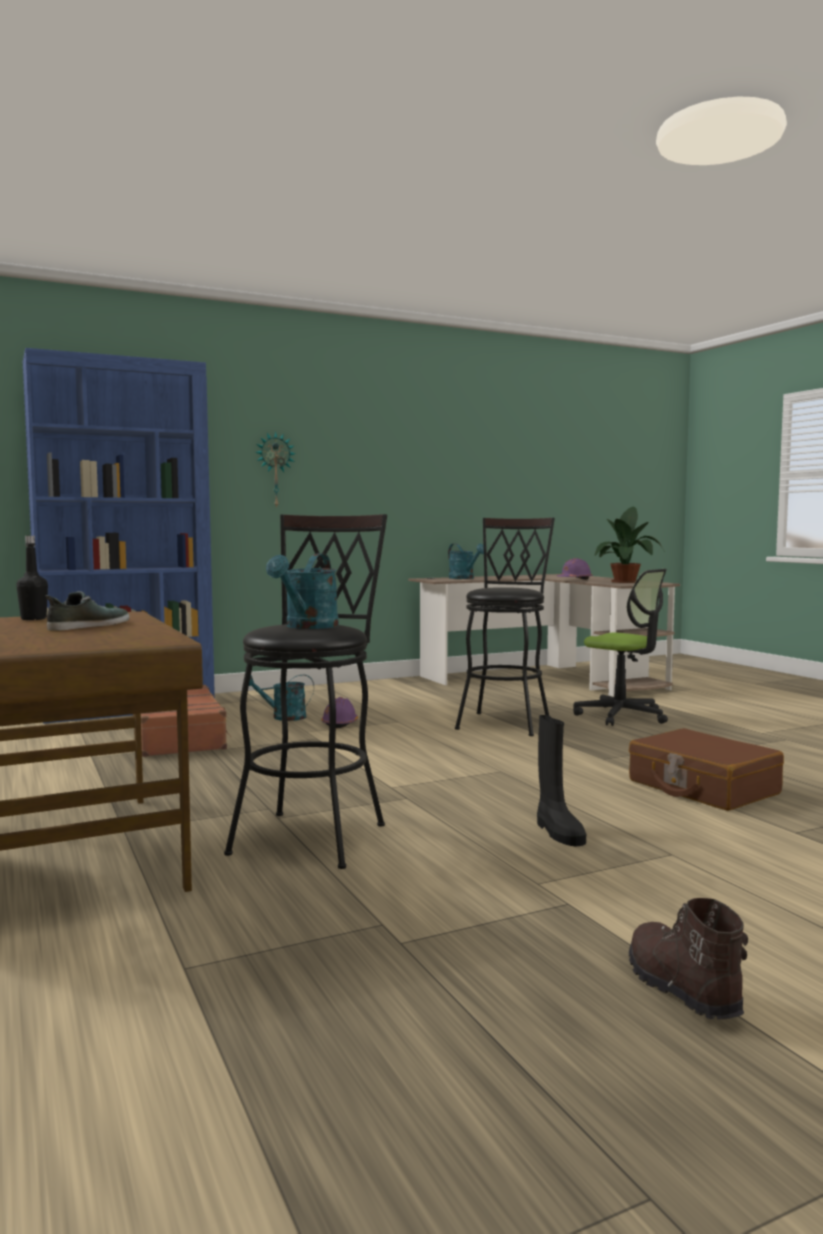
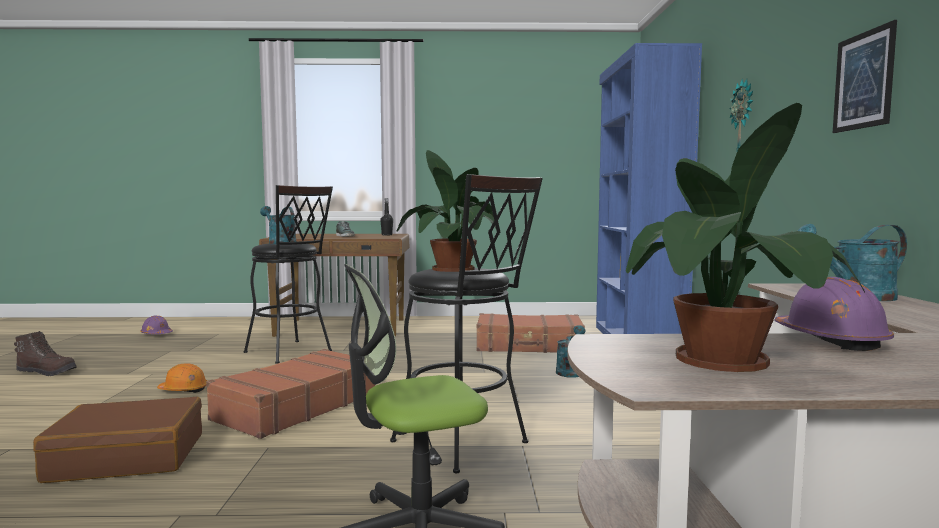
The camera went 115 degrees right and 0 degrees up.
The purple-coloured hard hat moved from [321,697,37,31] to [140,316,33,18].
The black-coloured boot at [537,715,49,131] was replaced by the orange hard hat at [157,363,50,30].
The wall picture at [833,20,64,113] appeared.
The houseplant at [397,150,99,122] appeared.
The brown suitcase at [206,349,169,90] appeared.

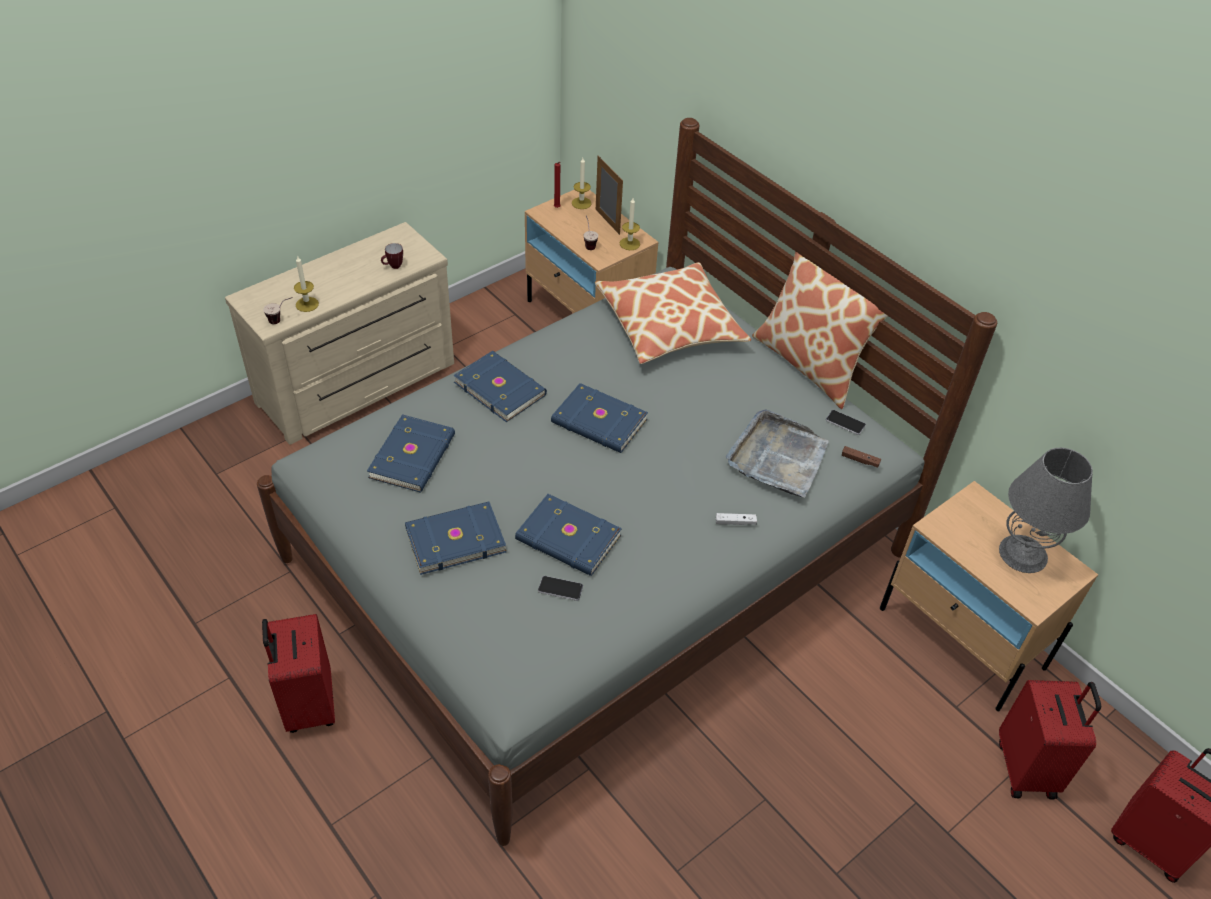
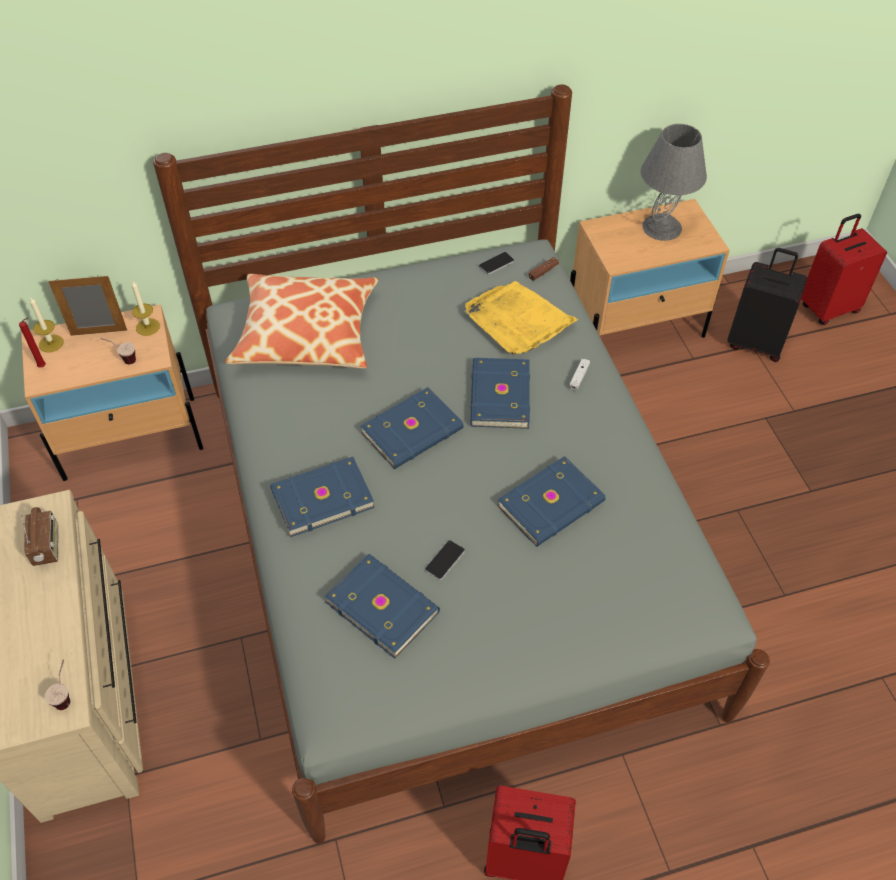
The camera went 65 degrees left and 5 degrees up.
The mug at [381,243,22,26] was replaced by the radio set at [20,507,39,59].
The pillow at [752,251,135,158] disappeared.
The wax candle at [294,255,25,57] disappeared.
The gray serving tray at [726,410,103,88] became the yellow-coloured serving tray at [464,281,115,74].
The blue bound book moved from [405,501,101,74] to [470,358,60,71].
The handset moved from [538,576,45,25] to [425,540,40,40].
The red-coloured suitcase at [999,680,102,120] became the black-coloured suitcase at [727,248,80,114].

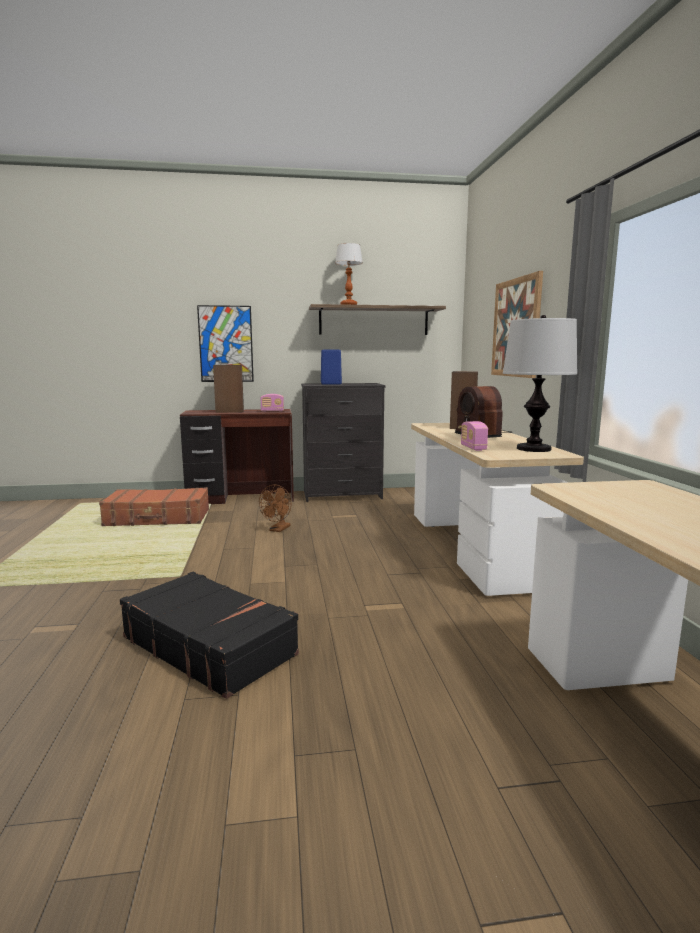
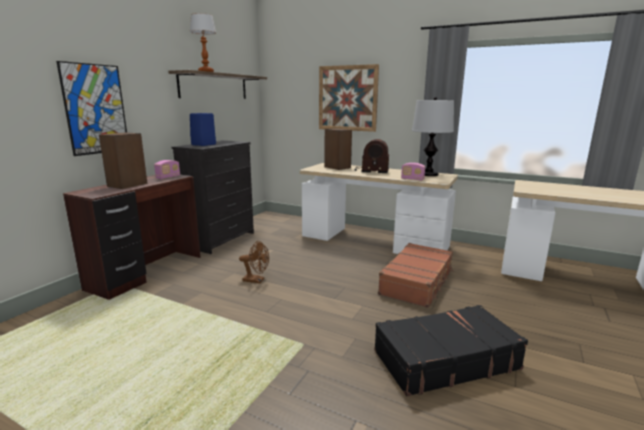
The camera went 55 degrees left and 5 degrees up.
The brown electric fan at [259,485,32,47] turned 45 degrees counterclockwise.
The brown suitcase moved from [99,487,110,39] to [378,243,75,65].

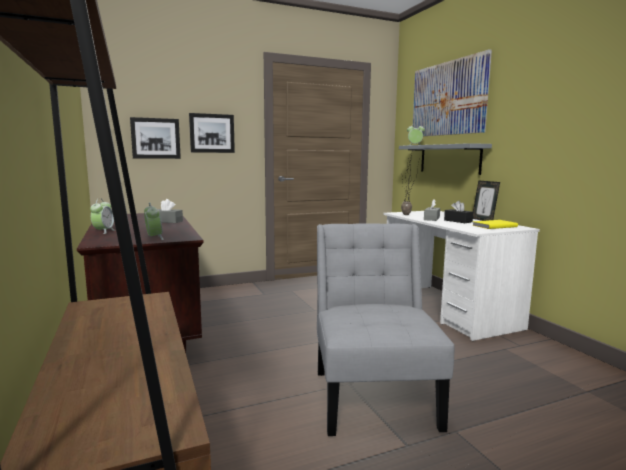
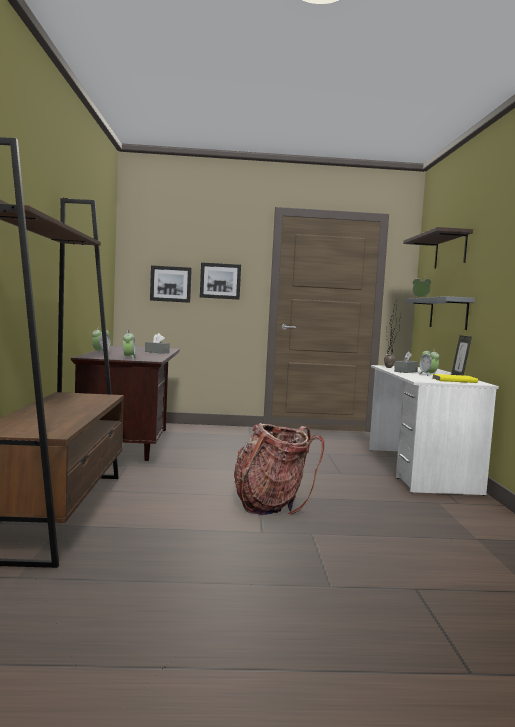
The camera went 20 degrees right and 5 degrees down.
The wall picture at [413,49,79,87] was replaced by the wall shelf at [403,227,70,42].
The black-coloured tissue holder at [444,201,29,22] was replaced by the bedside clock at [420,348,19,28].
The gray chair at [317,223,138,213] was replaced by the backpack at [234,423,90,92].

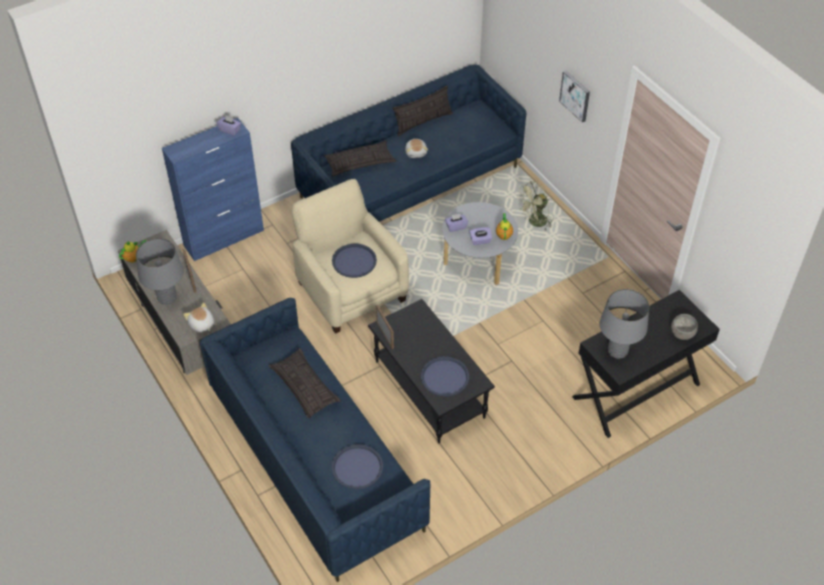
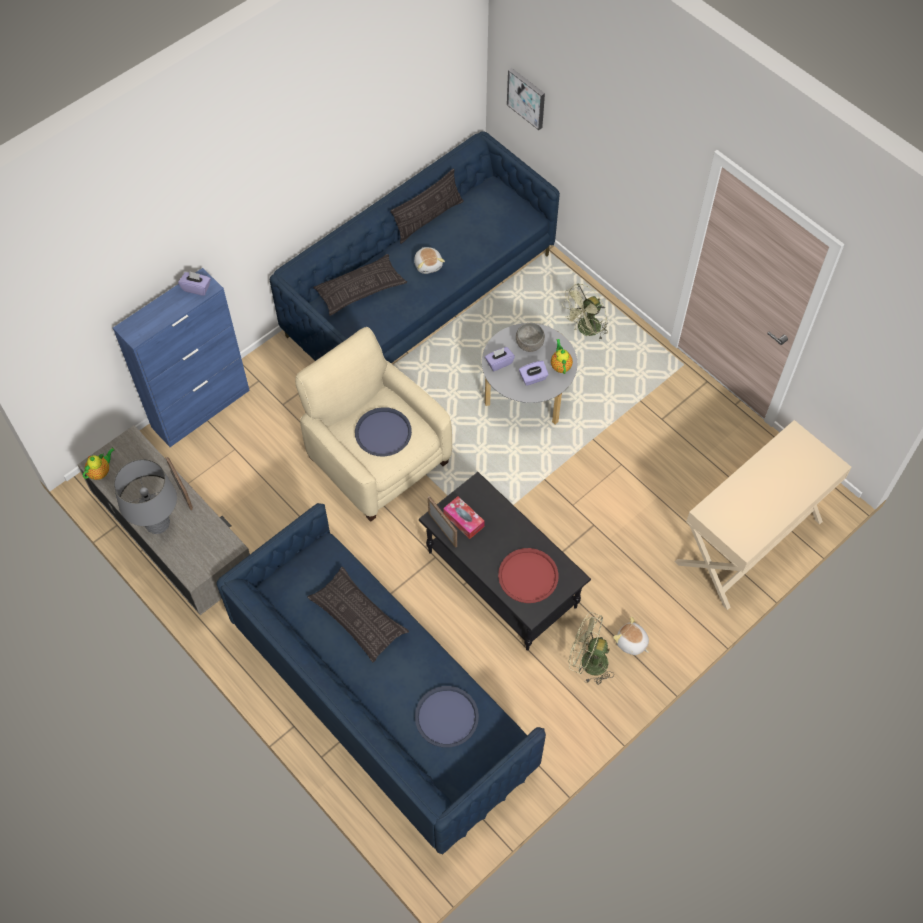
The camera went 10 degrees left and 10 degrees up.
The wall picture moved from [559,70,31,53] to [507,68,38,62].
The gray tabletop lamp at [600,289,49,70] disappeared.
The black-coloured hall table at [572,290,148,148] became the beige-coloured hall table at [675,420,176,190].
The plush toy moved from [183,302,31,30] to [613,616,36,39].
The gray bowl moved from [671,314,27,26] to [516,323,29,29].
The blue serving tray at [421,356,48,40] became the red-coloured serving tray at [498,548,61,55].
The tissue holder at [443,496,42,43] appeared.
The green-coloured electric fan at [568,612,46,73] appeared.

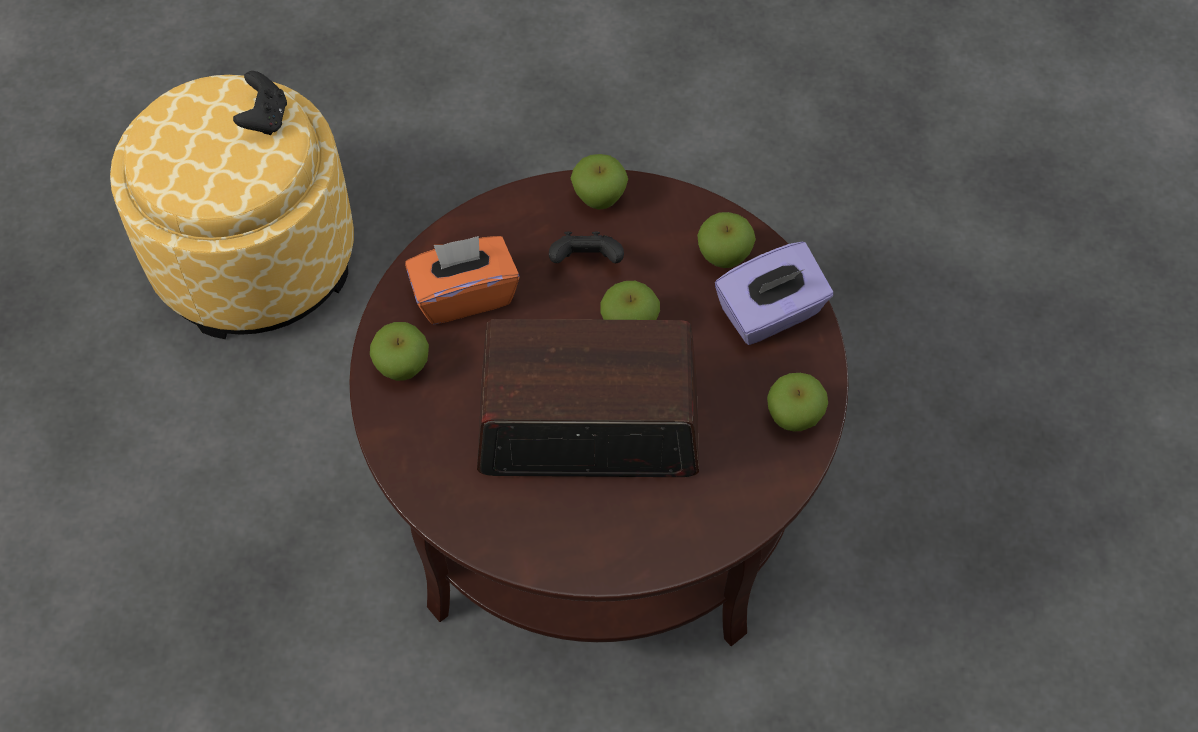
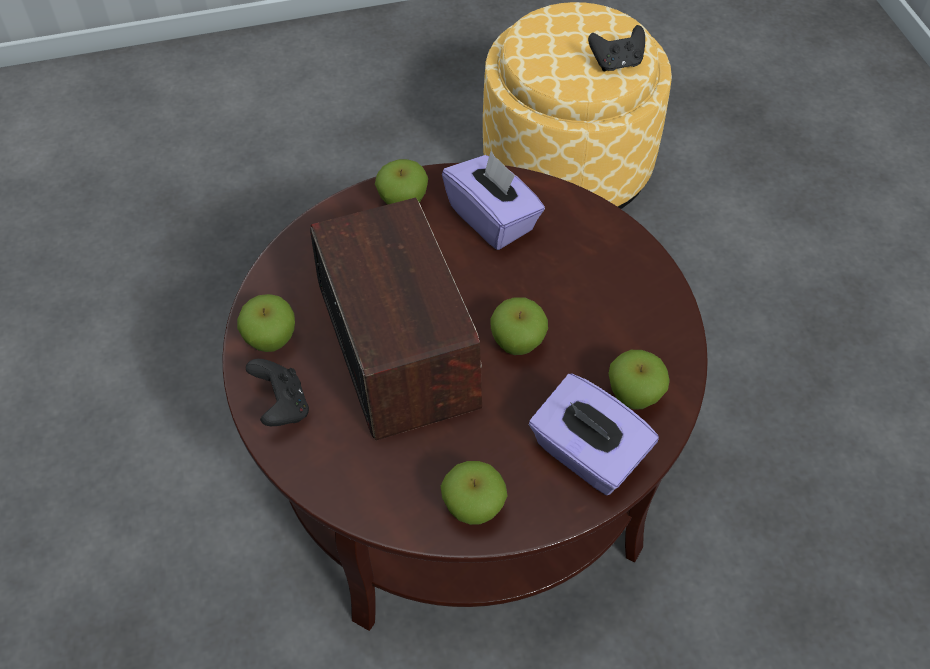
The camera went 70 degrees right and 5 degrees down.
The whole apple moved from [571,154,57,56] to [237,294,58,58].
The black-coloured game controller moved from [549,232,75,31] to [246,359,63,67].
The orange tissue holder at [405,236,115,88] became the purple-coloured tissue holder at [442,151,103,99].

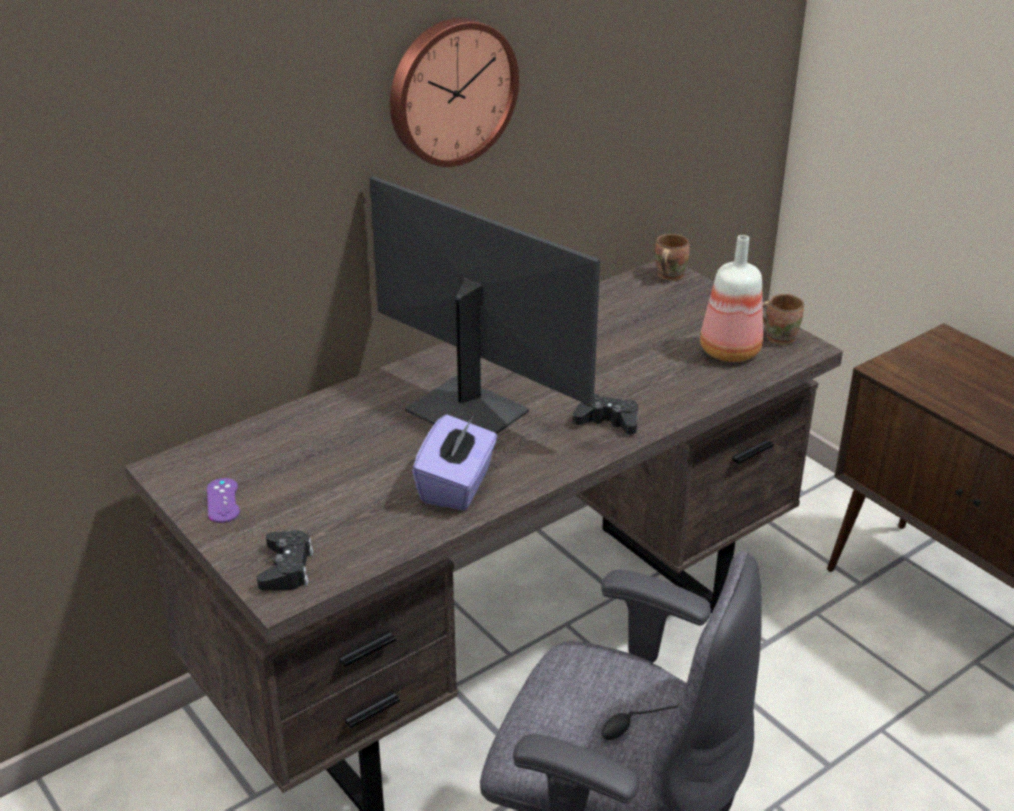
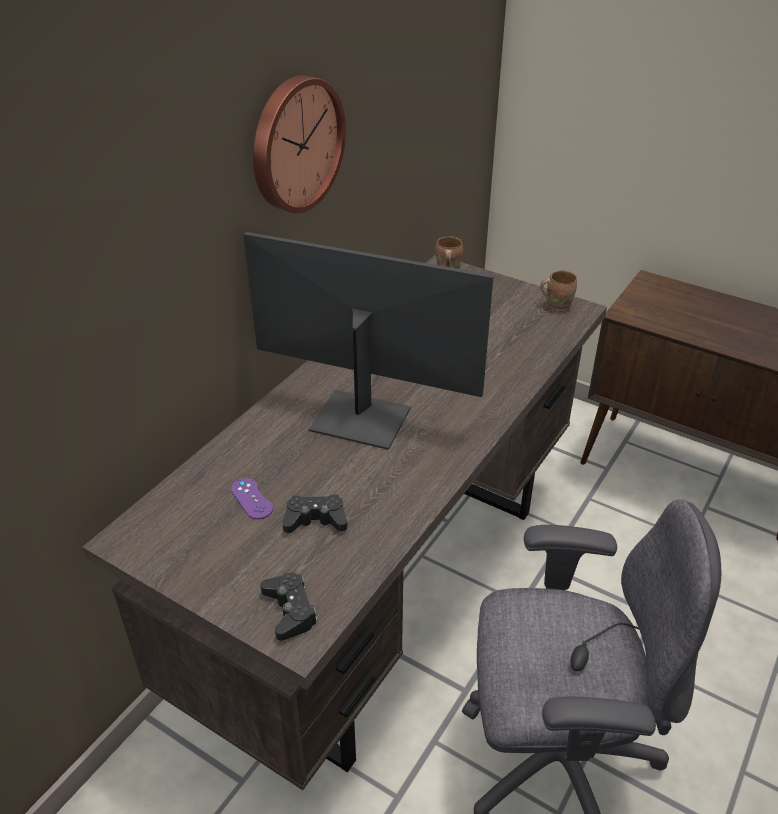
The camera went 20 degrees left and 5 degrees up.
The drink bottle at [700,235,63,127] disappeared.
The black-coloured game controller moved from [573,394,65,40] to [283,494,64,39].
The purple-coloured tissue holder at [412,415,85,95] disappeared.
The purple-coloured game controller moved from [207,478,33,45] to [231,478,42,41].

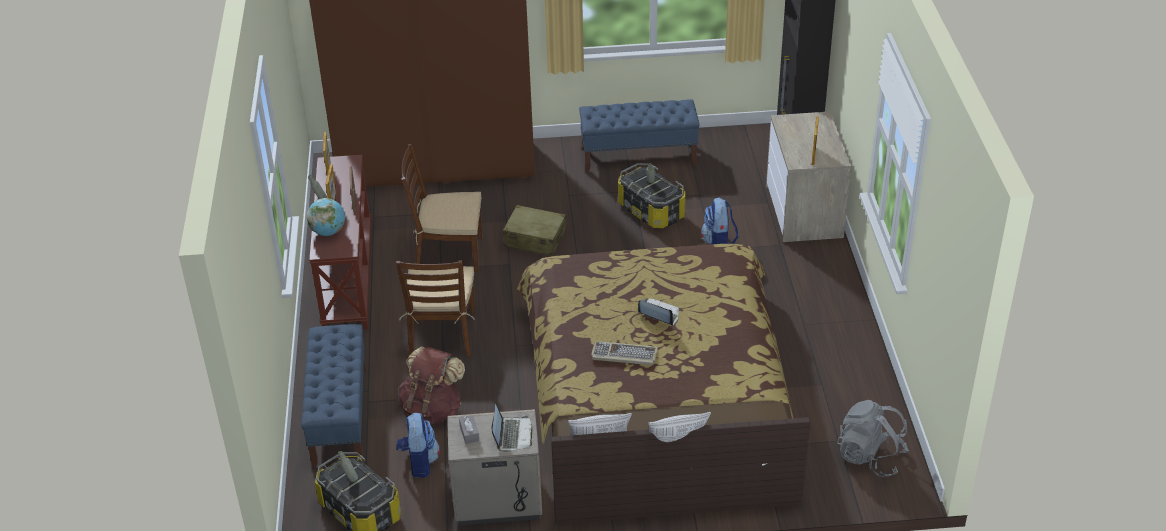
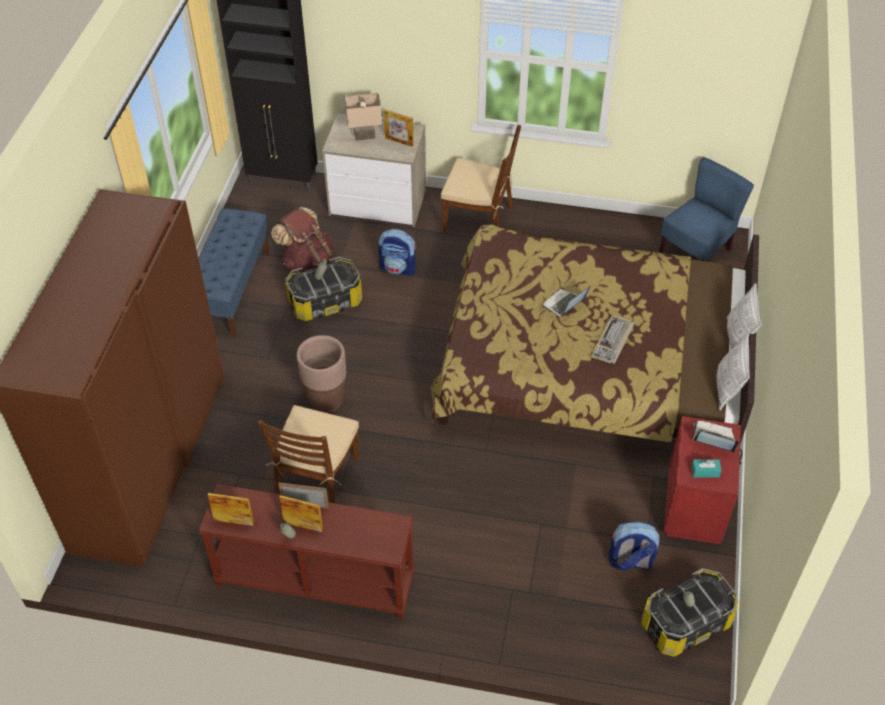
The camera went 75 degrees left and 10 degrees up.
The world globe at [307,198,38,38] disappeared.
The beige-coloured suitcase at [503,205,63,51] was replaced by the brown plant pot at [297,335,49,78].
The brown chair moved from [396,260,79,97] to [441,125,80,107].
The blue indoor bench at [301,324,66,144] disappeared.
The brown backpack moved from [398,346,67,79] to [271,207,61,66].
The gray backpack at [837,400,72,77] was replaced by the blue chair at [659,157,95,105].
The beige-coloured night table at [447,409,95,117] became the red-coloured night table at [664,416,78,128].
The gray tissue holder at [459,415,20,29] became the turquoise tissue holder at [691,459,30,18].
The beige-coloured tabletop lamp at [345,93,37,48] appeared.

